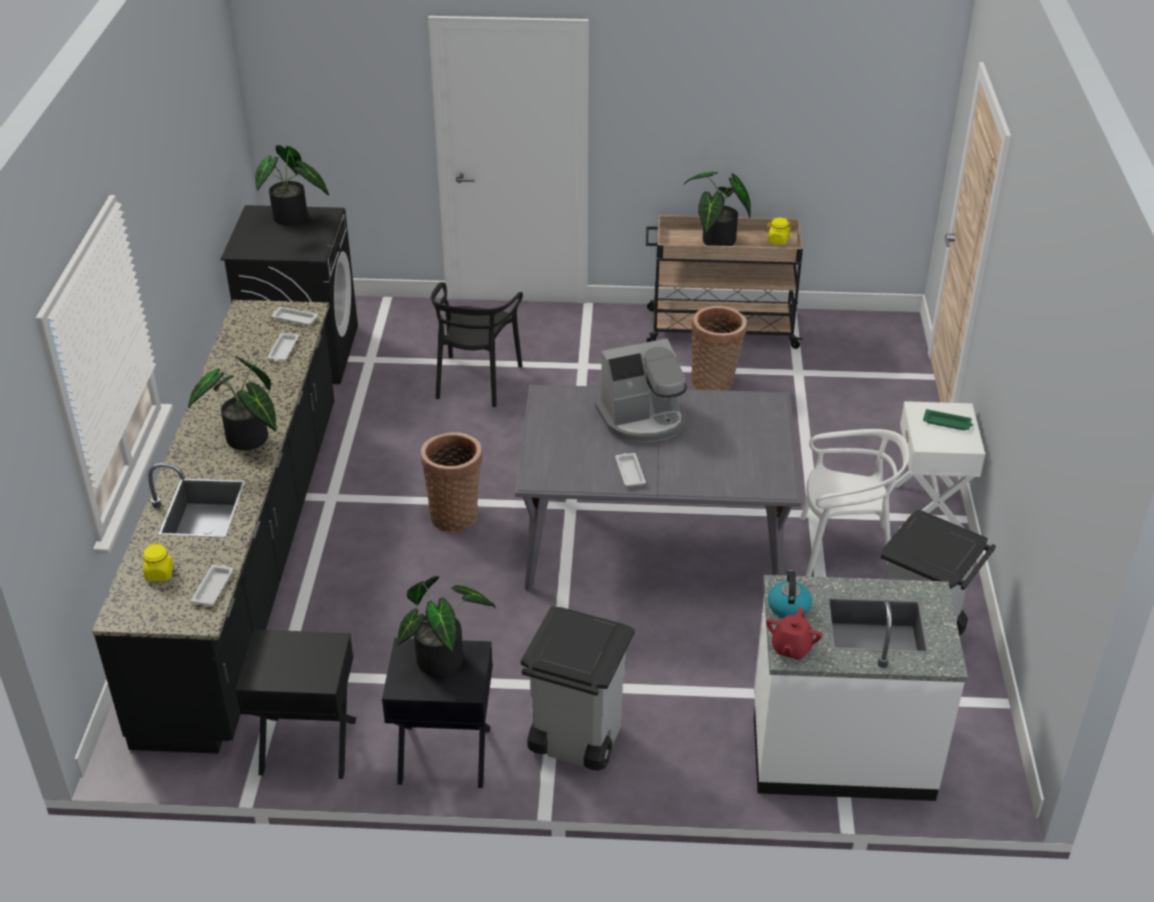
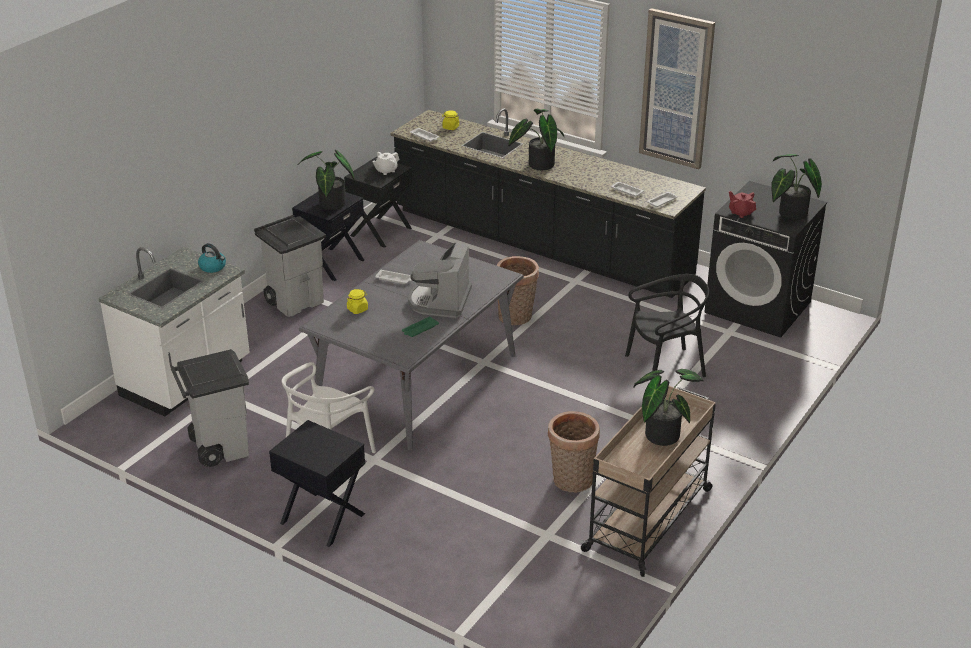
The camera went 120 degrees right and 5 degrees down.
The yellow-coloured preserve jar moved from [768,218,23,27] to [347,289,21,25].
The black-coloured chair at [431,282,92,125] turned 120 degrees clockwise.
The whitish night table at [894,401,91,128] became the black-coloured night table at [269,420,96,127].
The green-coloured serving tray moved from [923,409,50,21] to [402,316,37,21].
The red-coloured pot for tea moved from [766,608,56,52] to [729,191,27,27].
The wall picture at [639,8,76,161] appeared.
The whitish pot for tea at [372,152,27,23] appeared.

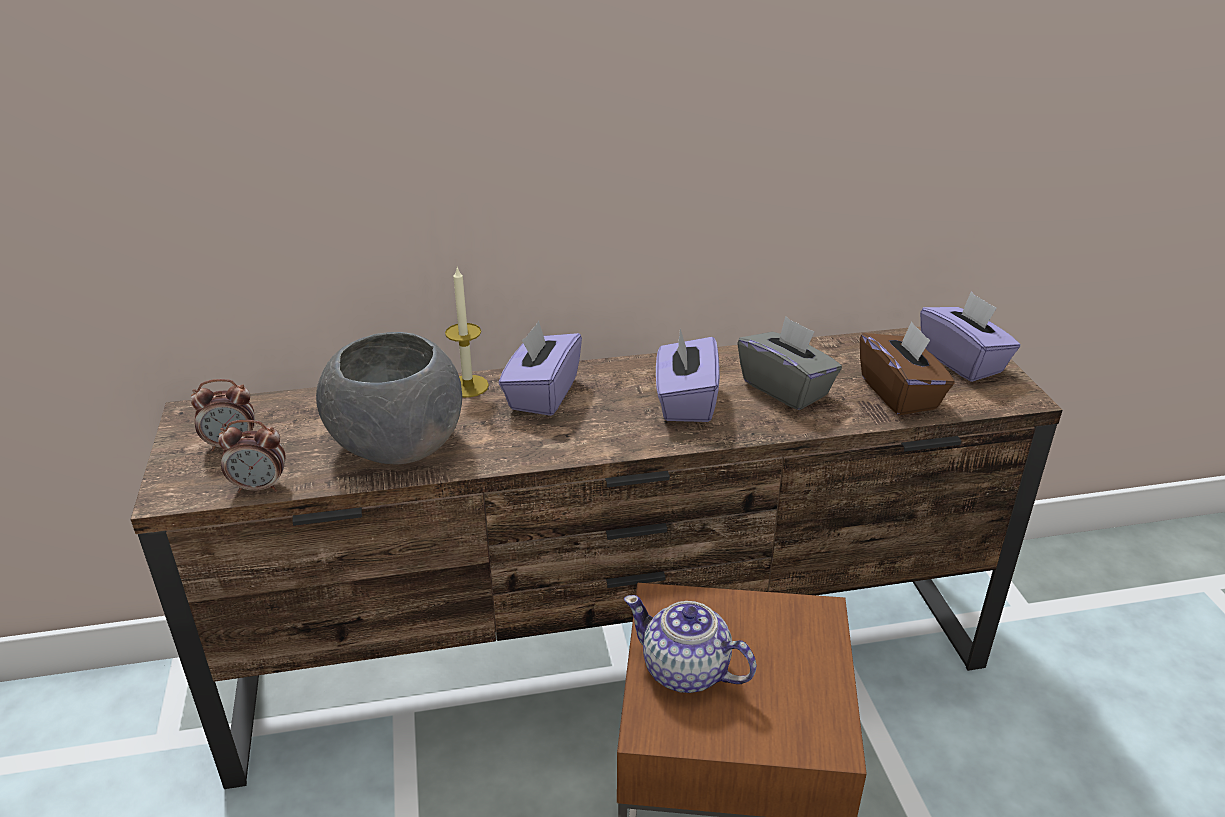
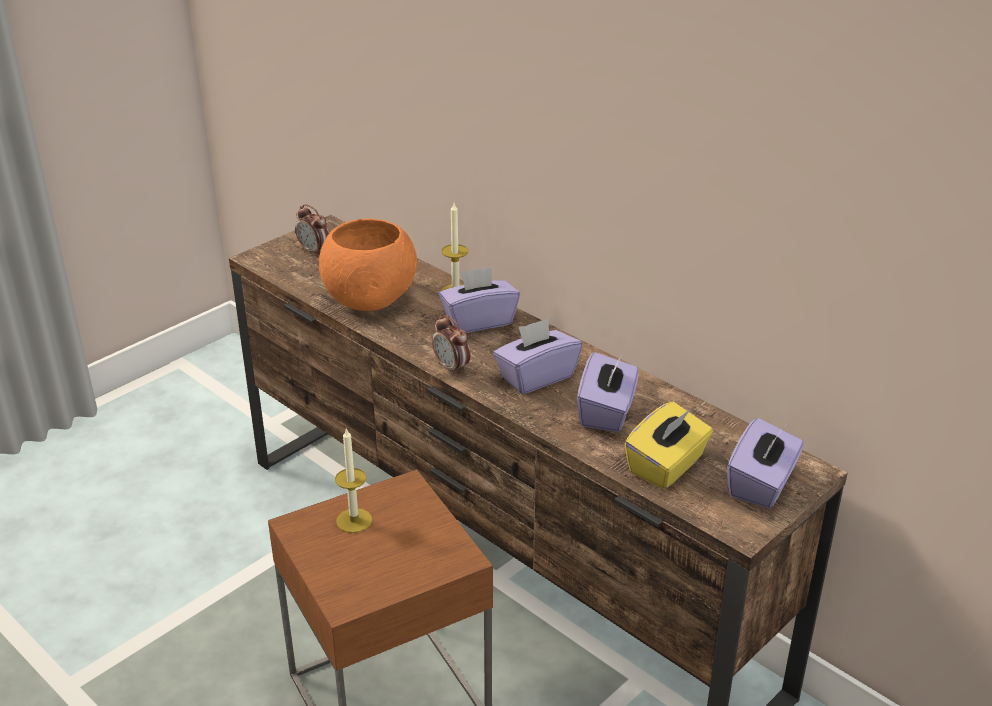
The camera went 55 degrees right and 0 degrees up.
The gray tissue holder at [737,316,105,94] became the purple-coloured tissue holder at [577,352,62,80].
The brown tissue holder at [860,322,95,93] became the yellow-coloured tissue holder at [624,402,89,87].
The gray bowl at [316,332,146,132] became the orange bowl at [319,219,98,92].
The bedside clock moved from [218,420,68,73] to [432,315,39,61].
The pot for tea at [624,595,133,98] was replaced by the wax candle at [335,428,37,105].

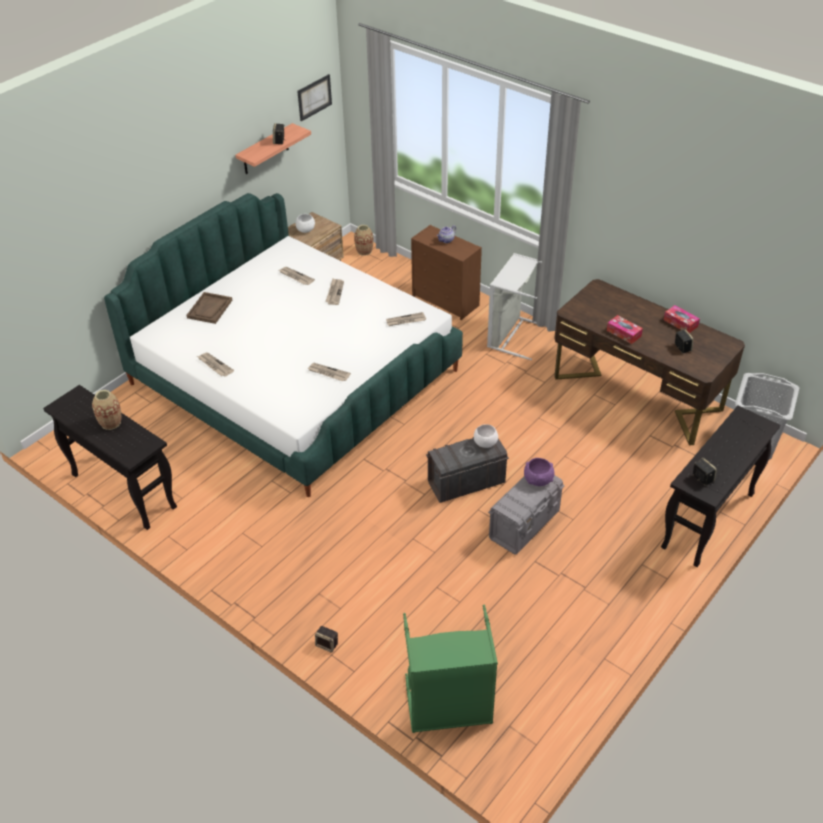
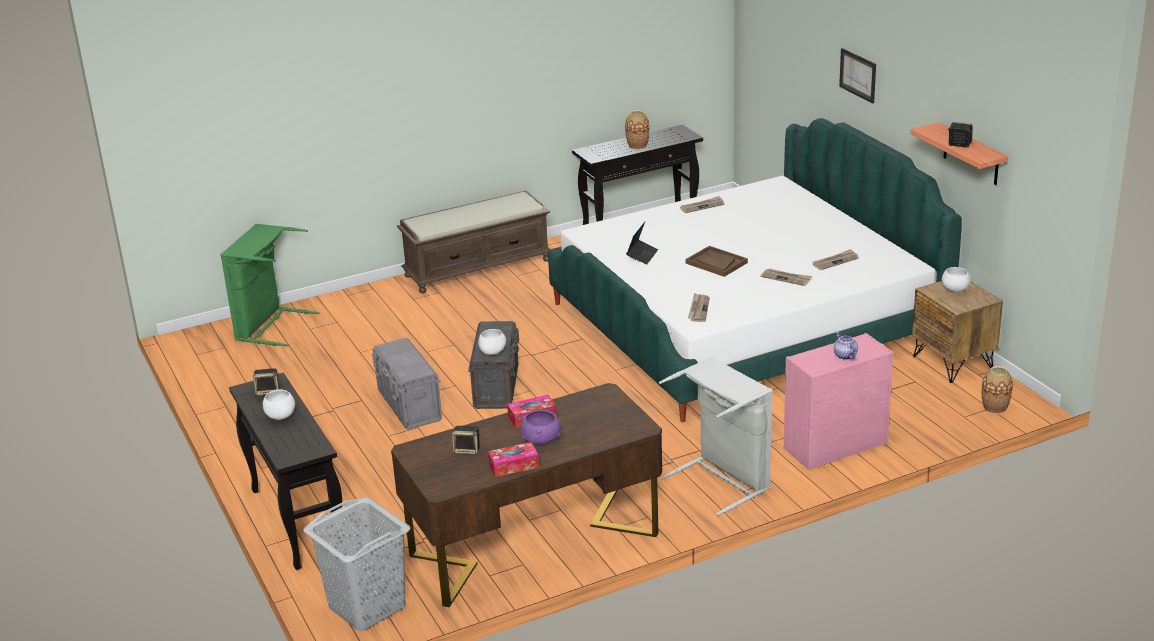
The camera went 115 degrees right and 15 degrees down.
The wall picture moved from [297,74,35,47] to [839,48,37,55].
The brown drawer chest at [411,225,71,95] became the pink drawer chest at [784,333,110,137].
The brown serving tray moved from [187,292,45,32] to [686,246,62,31].
The newspaper at [307,363,44,18] was replaced by the portable computer at [626,222,32,42].
The purple-coloured bowl moved from [524,458,30,28] to [520,410,41,35].
The speaker at [315,626,23,27] disappeared.
The brown indoor bench at [397,190,154,103] appeared.
The whitish bowl at [263,389,32,31] appeared.

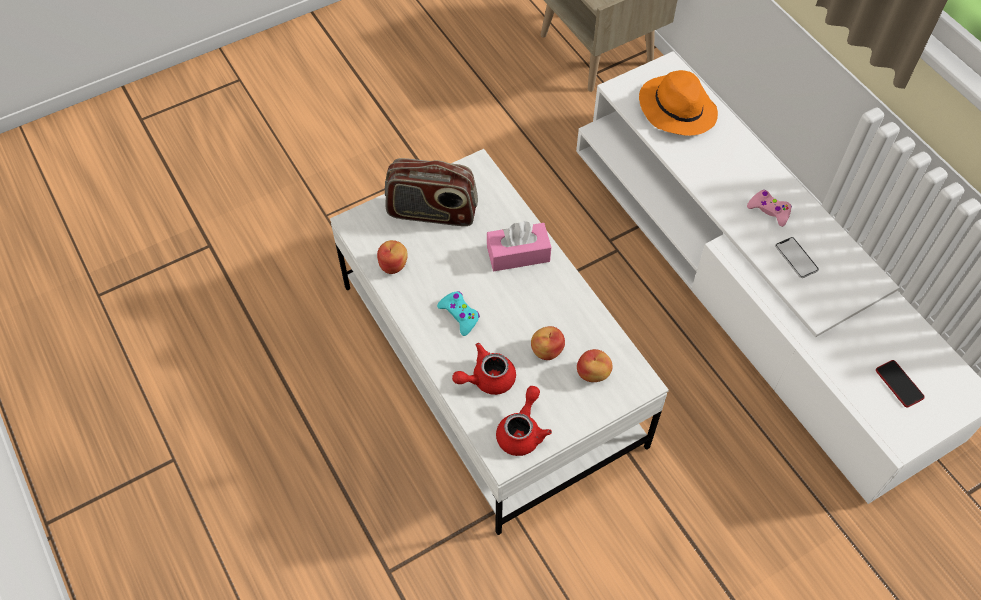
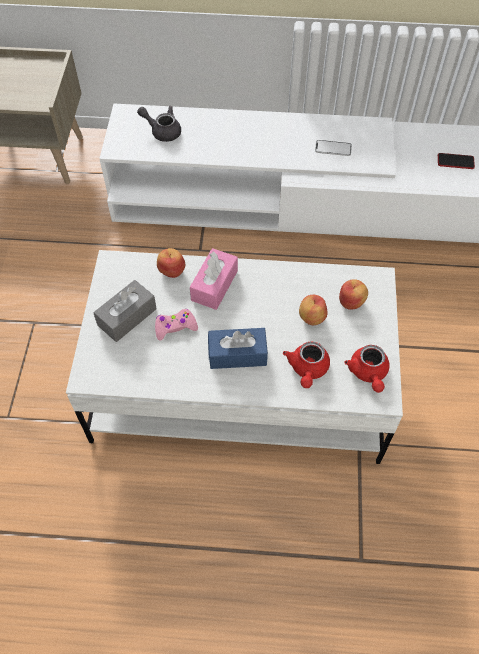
The camera went 55 degrees left and 0 degrees up.
The orange clothing hat at [639,70,79,66] was replaced by the gray pot for tea at [137,106,44,36].
The radio set at [385,158,93,68] was replaced by the gray tissue holder at [93,280,64,62].
The pink game controller moved from [747,190,45,37] to [155,309,43,32].
The whole apple moved from [377,240,31,34] to [157,248,28,30].
The turquoise game controller at [437,291,43,45] was replaced by the blue tissue holder at [208,328,60,41].
The red-coloured pot for tea at [496,386,56,70] turned 150 degrees counterclockwise.

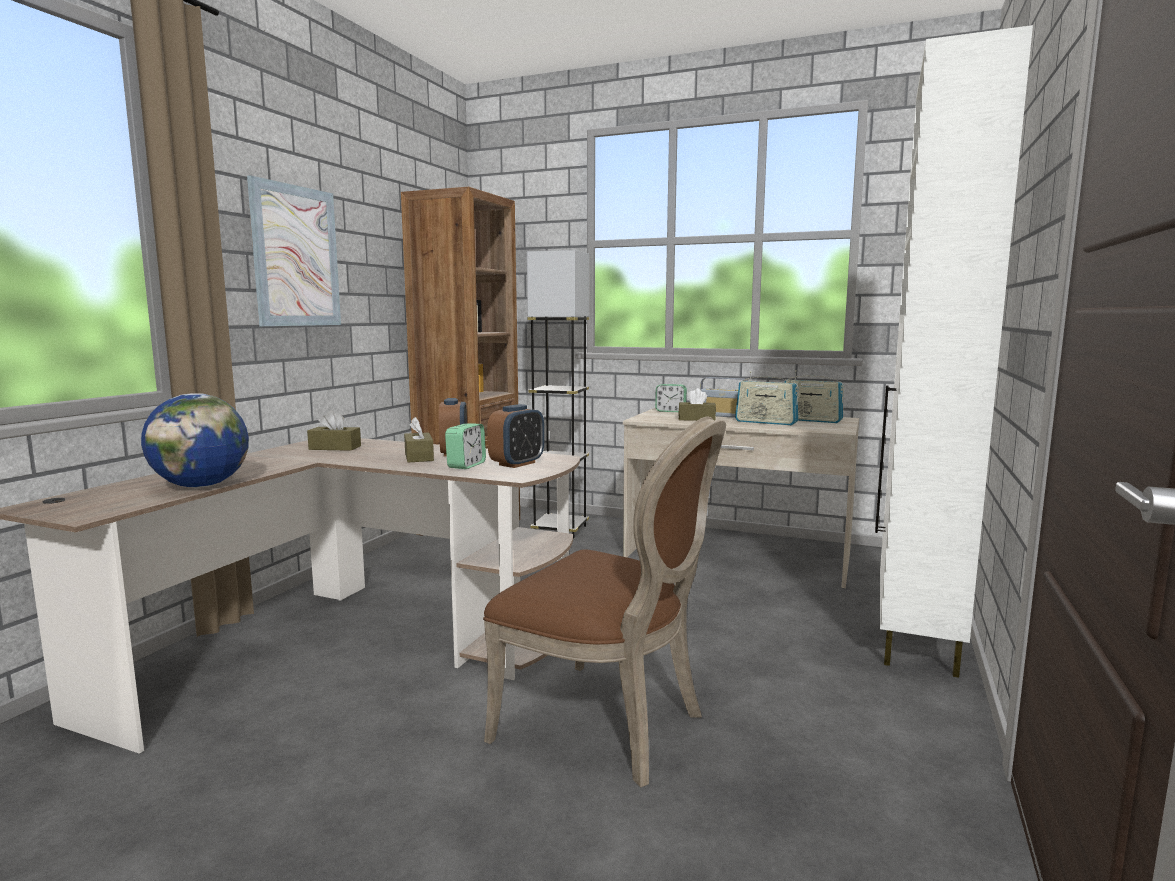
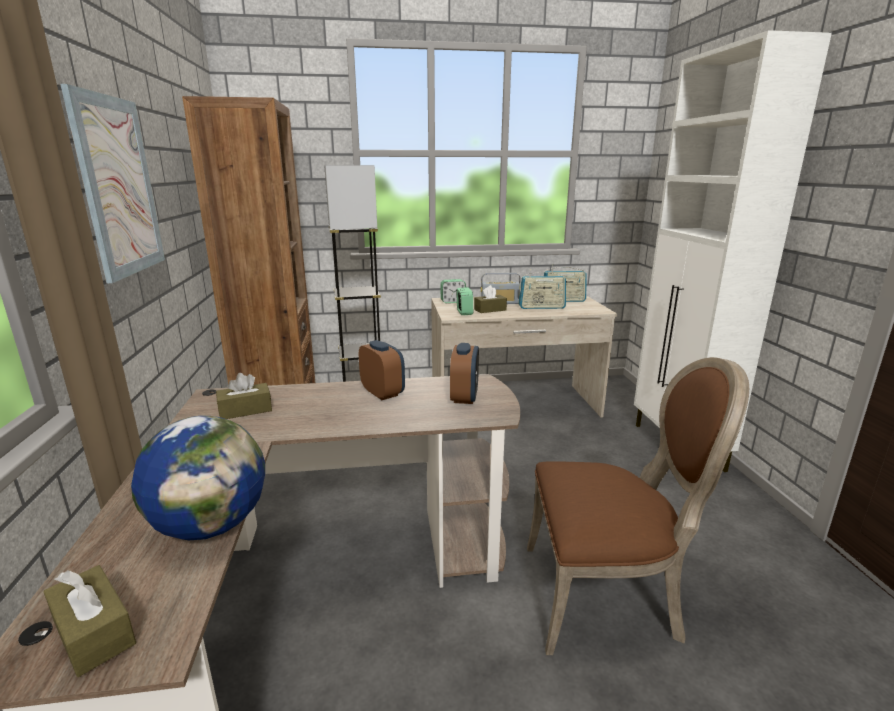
The camera went 30 degrees left and 10 degrees up.
The brown tissue holder moved from [404,417,30,45] to [43,565,93,112].
The bedside clock moved from [445,424,41,45] to [456,287,17,28].

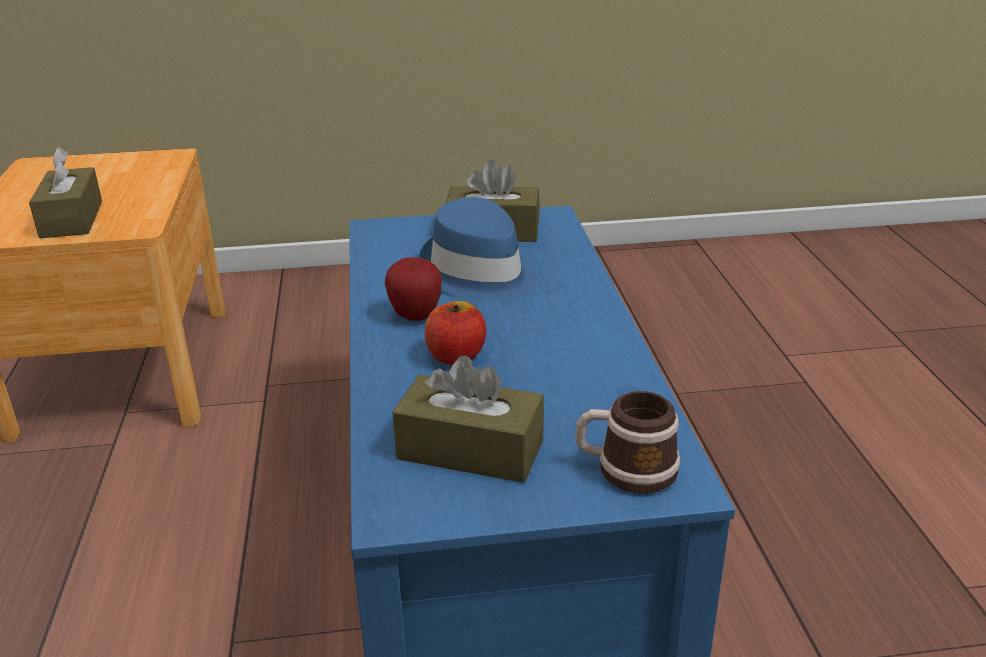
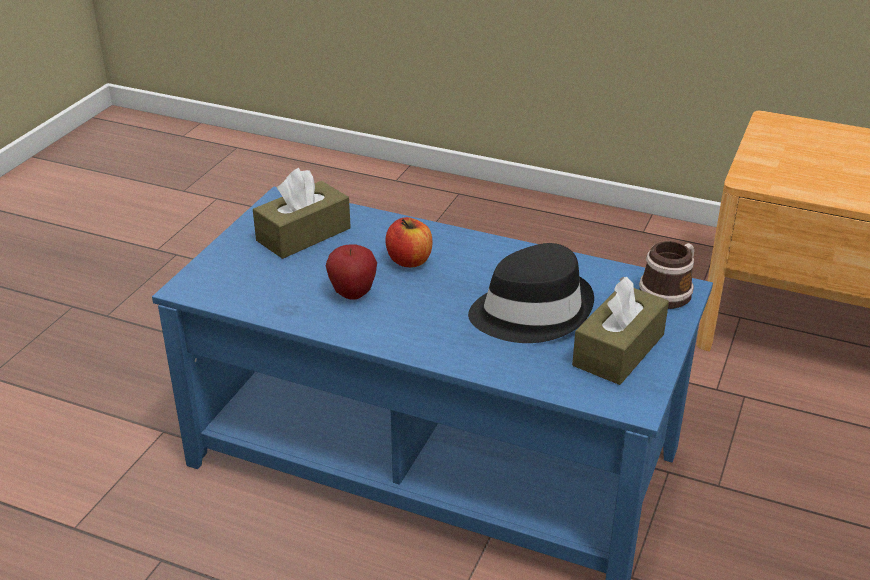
The camera went 120 degrees right and 5 degrees up.
The brown tissue holder at [29,147,73,91] disappeared.
The blue clothing hat at [419,197,119,104] became the black-coloured clothing hat at [468,243,126,100].
The whole apple moved from [385,257,57,64] to [326,244,51,56].
The mug moved from [575,391,106,103] to [639,241,55,68].

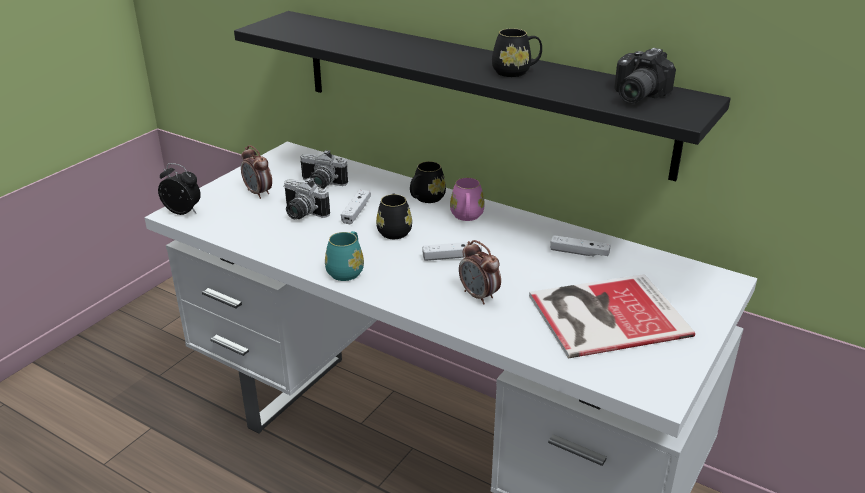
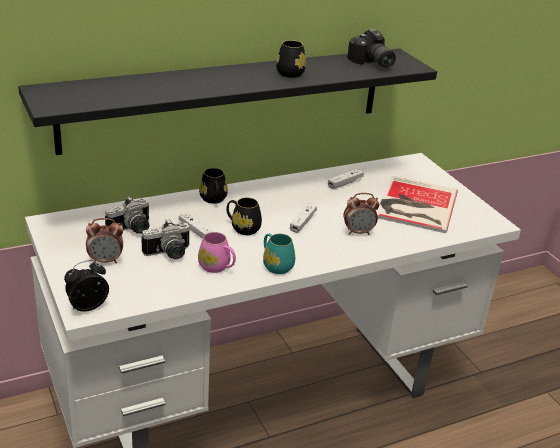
The camera went 60 degrees left and 0 degrees up.
The pink mug moved from [450,178,35,43] to [198,232,38,41].

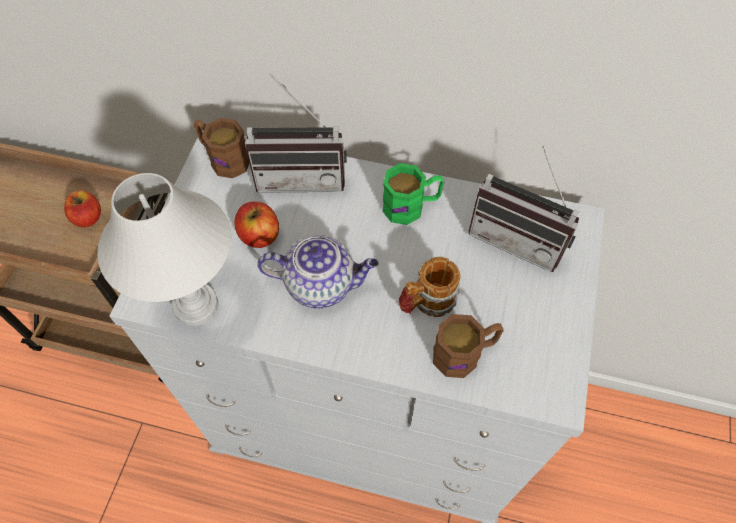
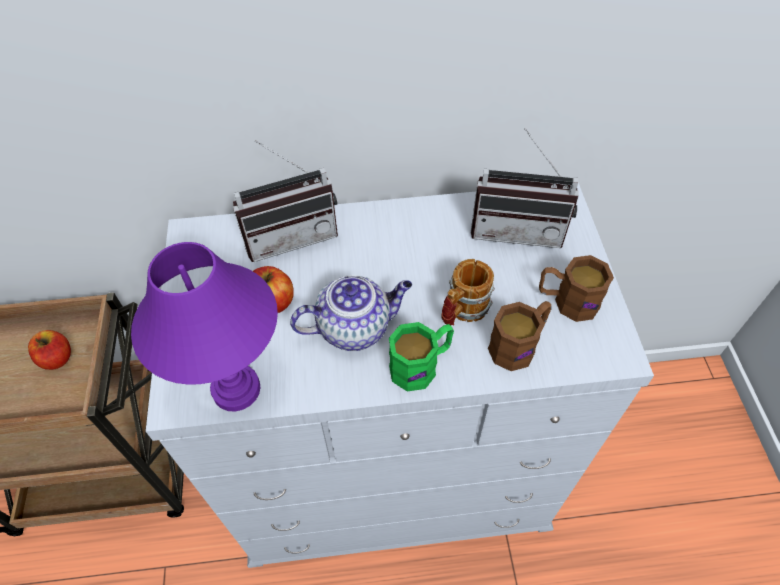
The camera went 20 degrees left and 5 degrees down.
The brown mug moved from [194,118,55,60] to [539,255,75,67].
The green-coloured mug moved from [382,163,62,62] to [389,322,65,70].
The whitish tabletop lamp at [97,173,134,153] became the purple-coloured tabletop lamp at [131,242,147,170].

